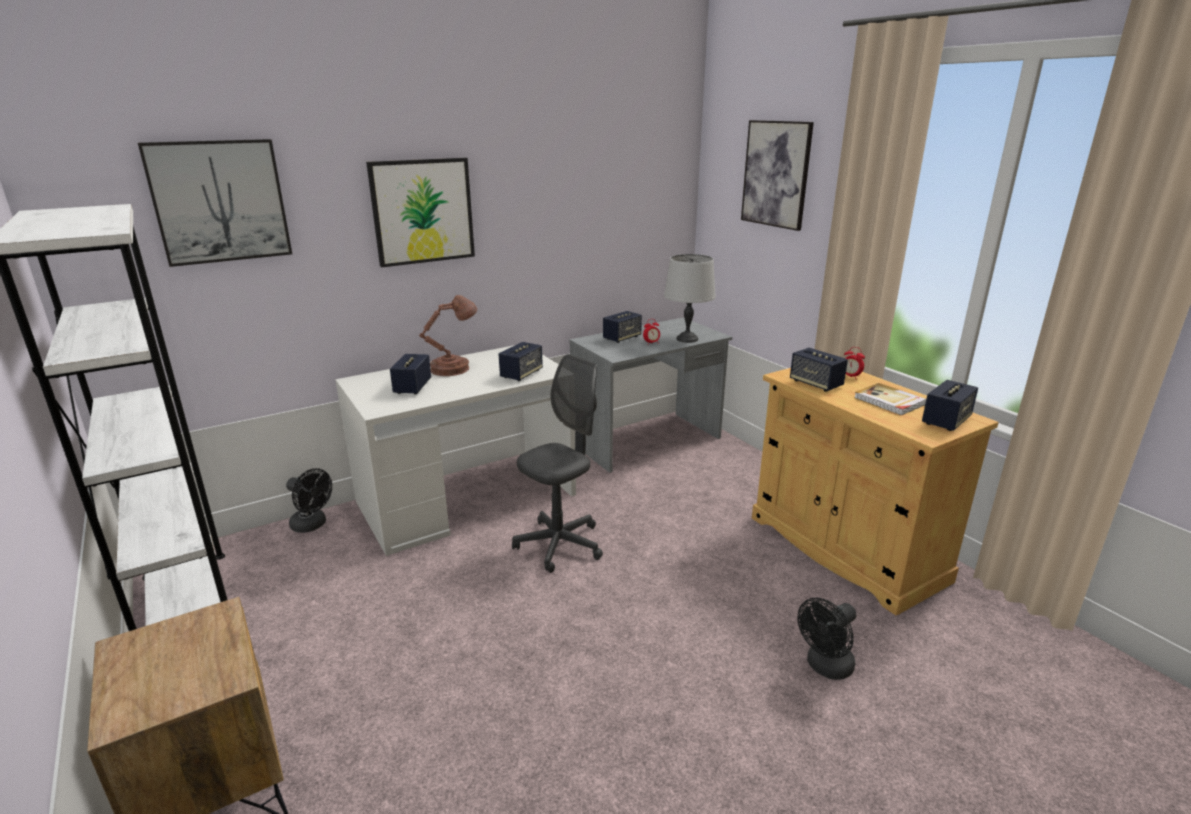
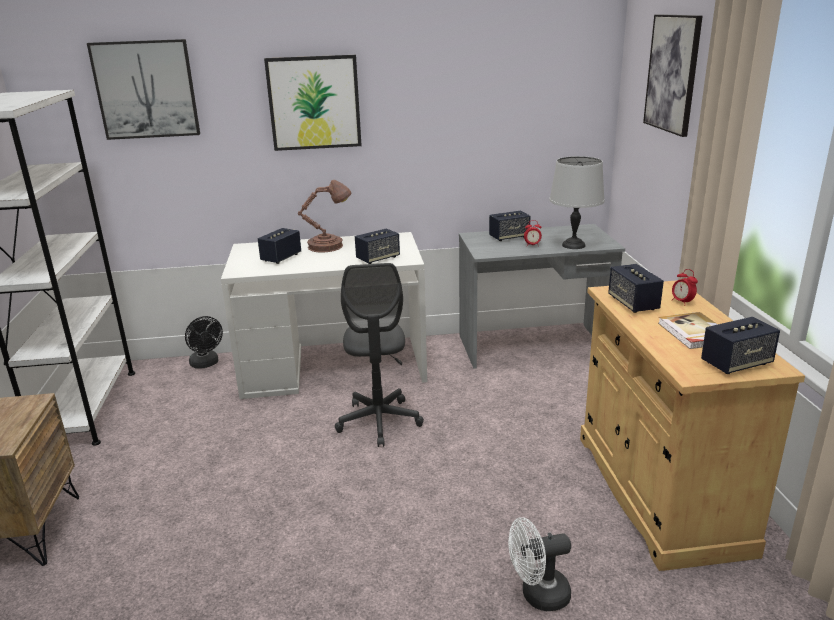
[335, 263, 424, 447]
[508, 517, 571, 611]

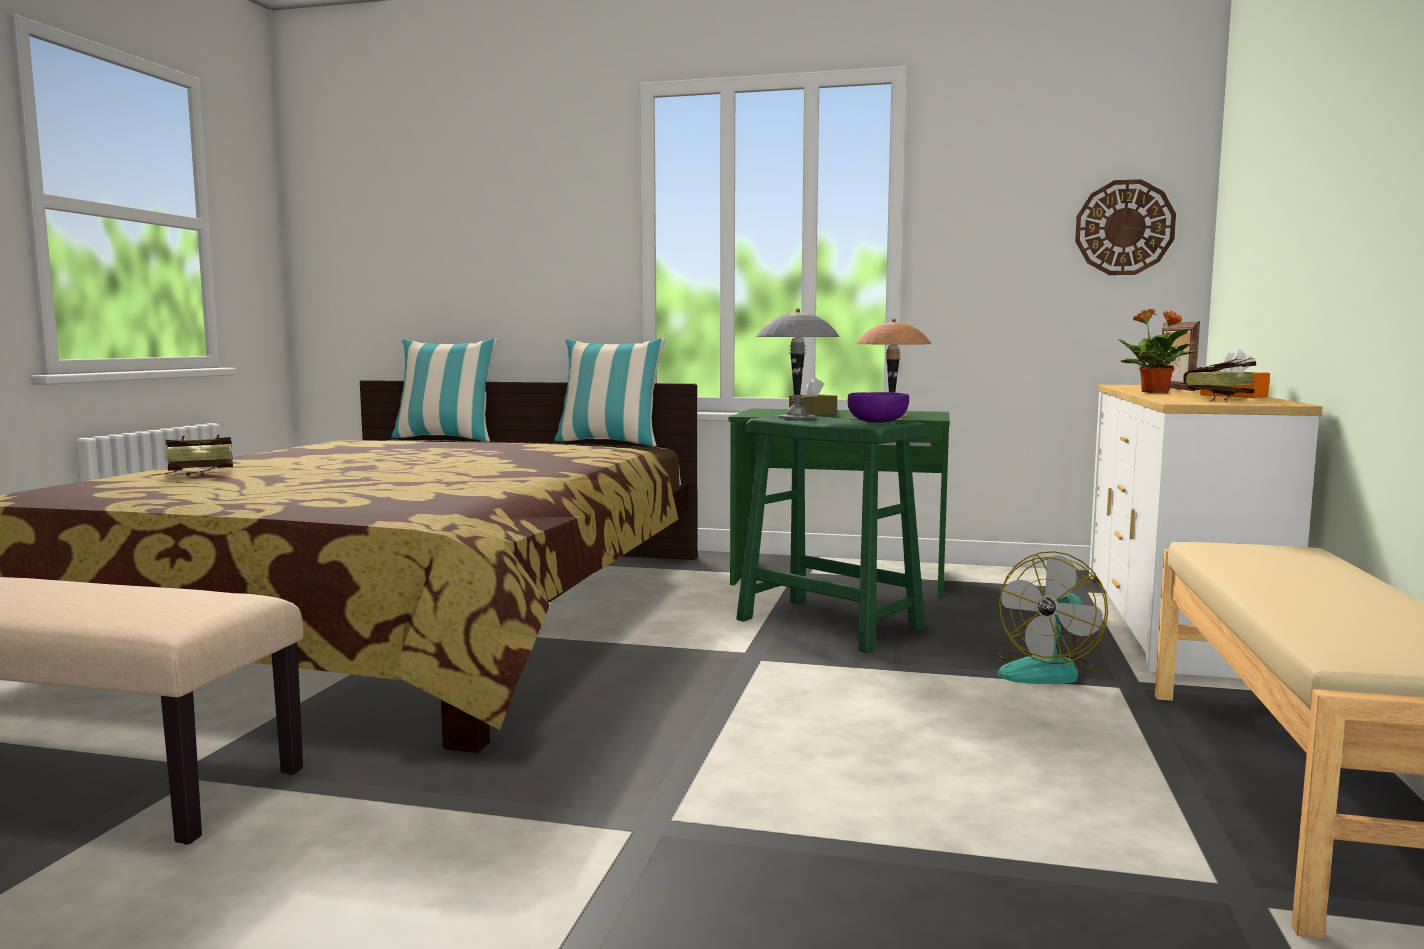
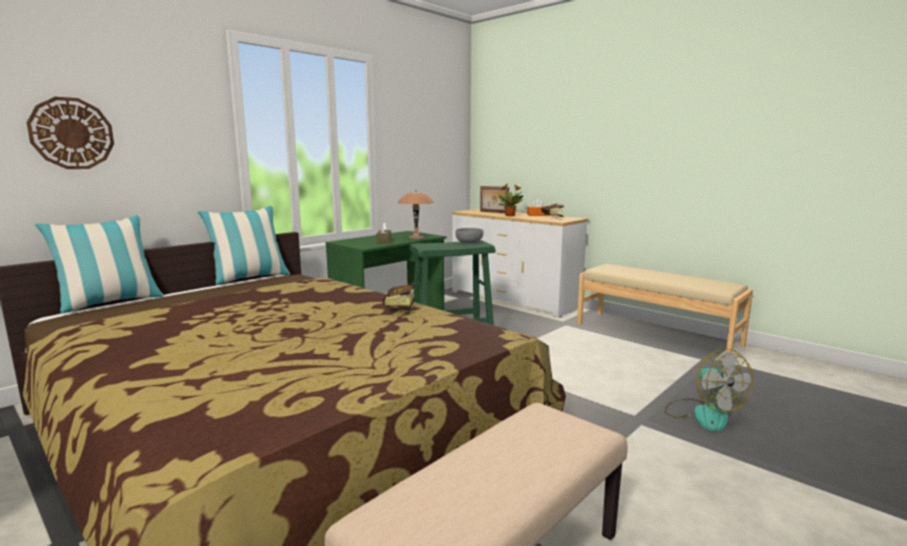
[383, 283, 415, 317]
[757, 308, 839, 419] (first image)
[455, 228, 483, 243]
[665, 349, 753, 431]
[27, 97, 114, 169]

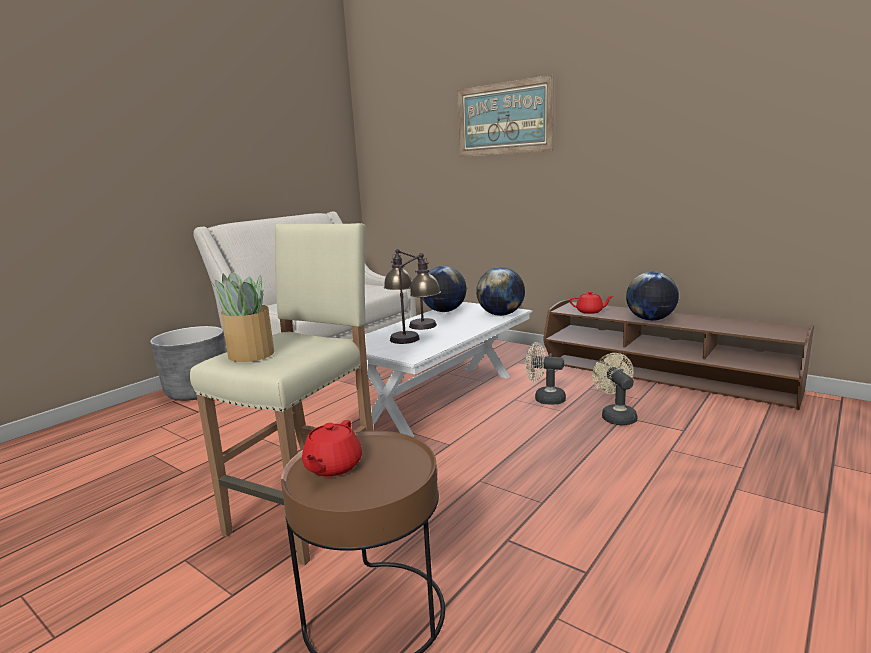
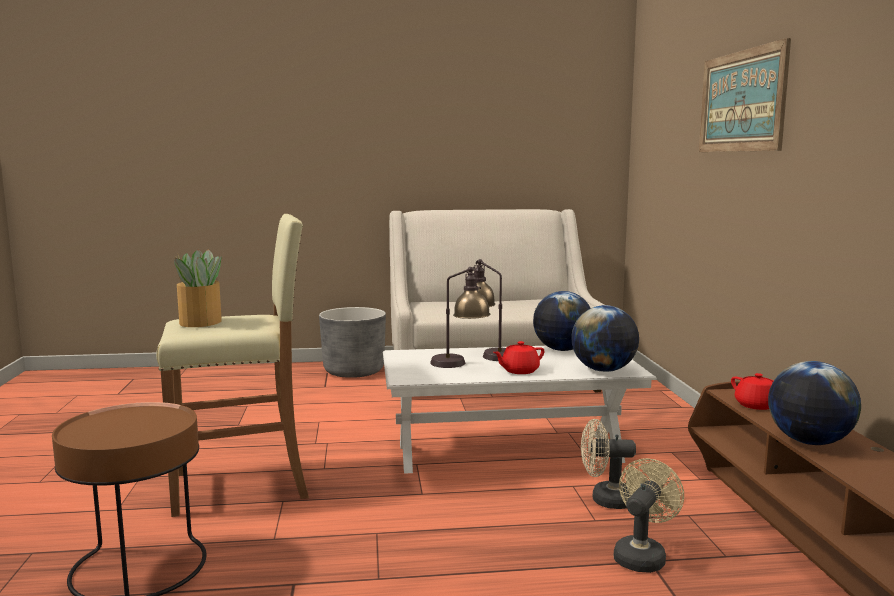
[493, 341, 544, 374]
[581, 419, 636, 509]

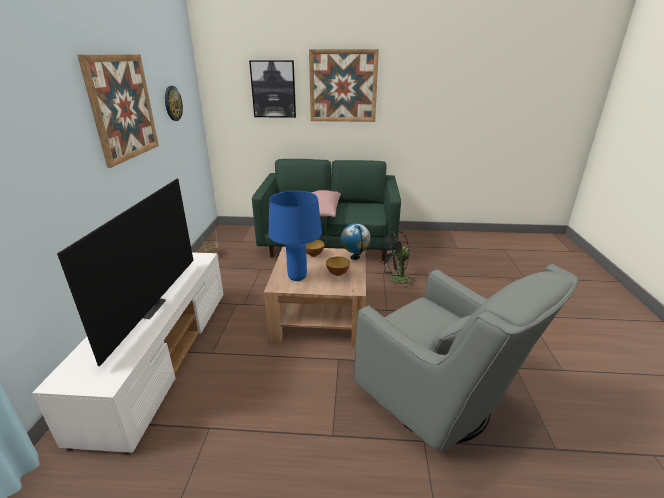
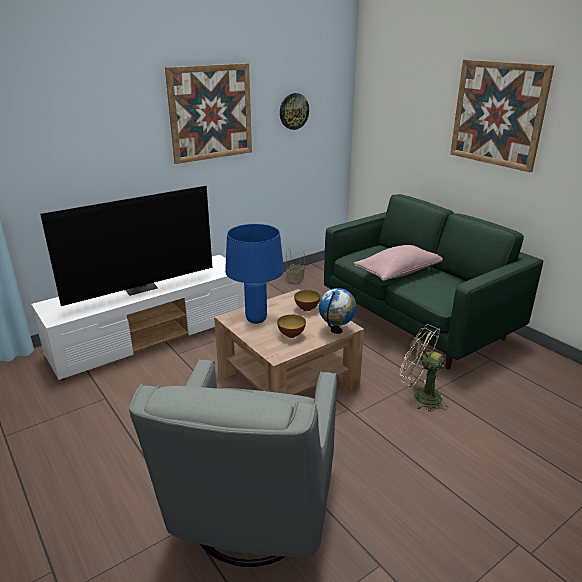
[249, 60, 296, 118] (first image)
[400, 324, 448, 412]

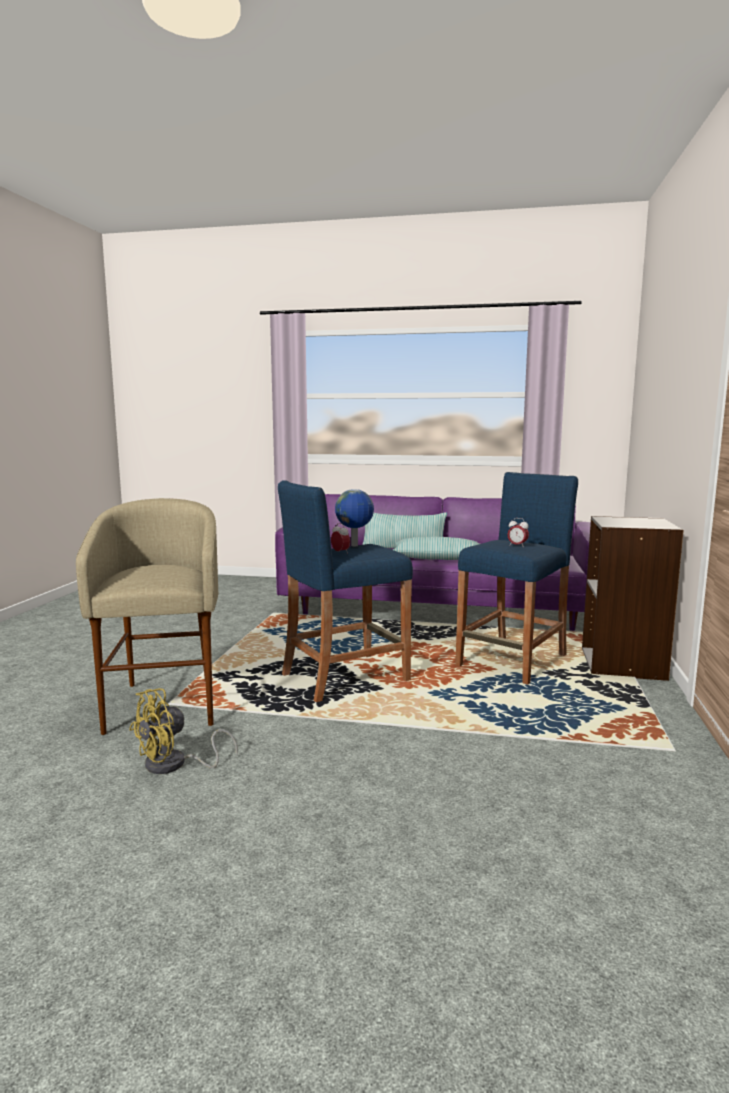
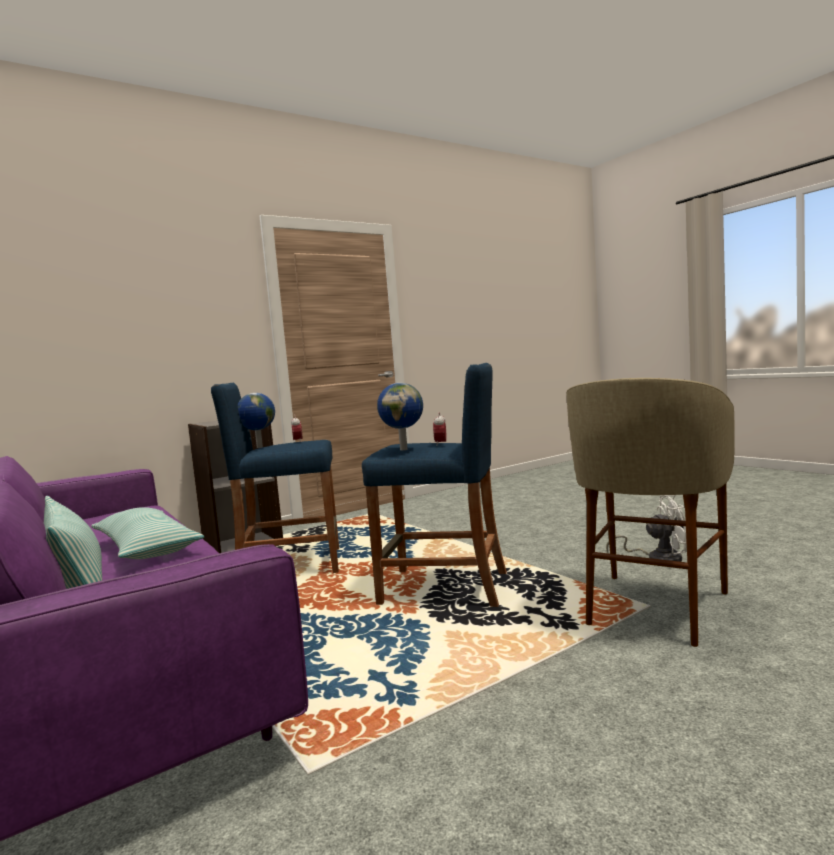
[606, 495, 687, 562]
[238, 393, 275, 448]

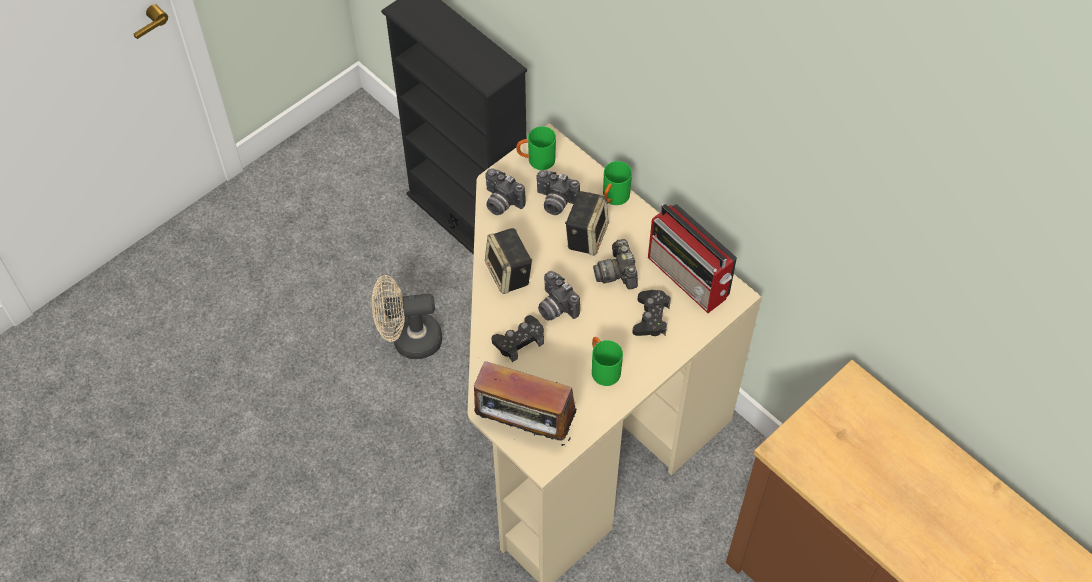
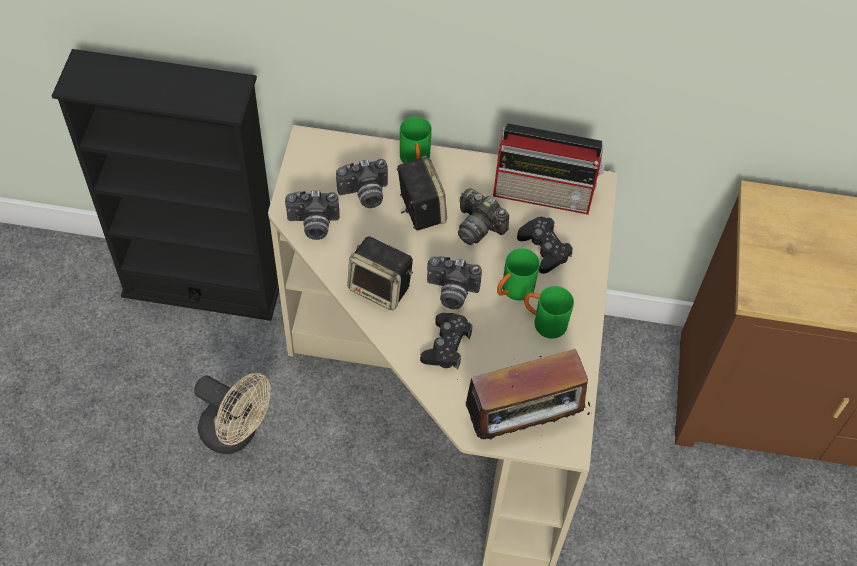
[194, 373, 271, 454]
[497, 248, 540, 301]

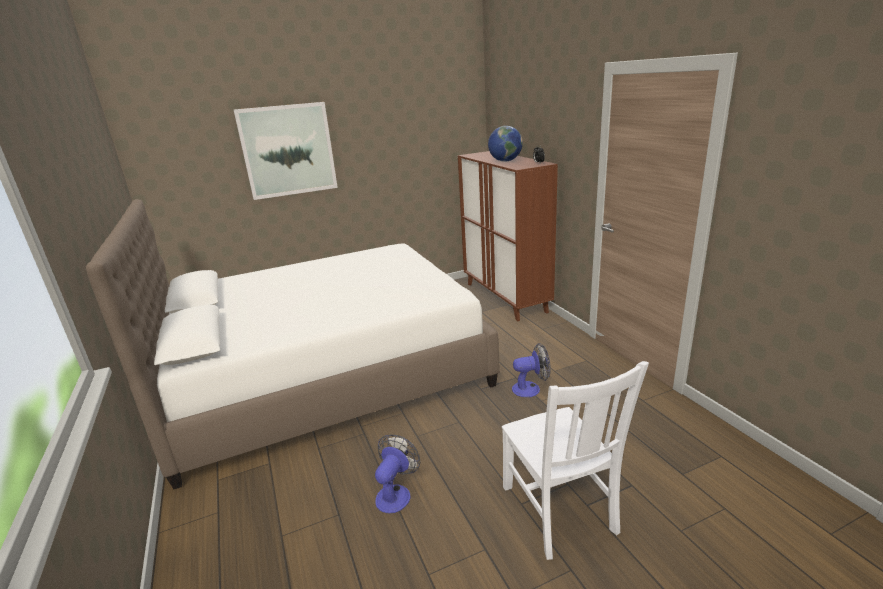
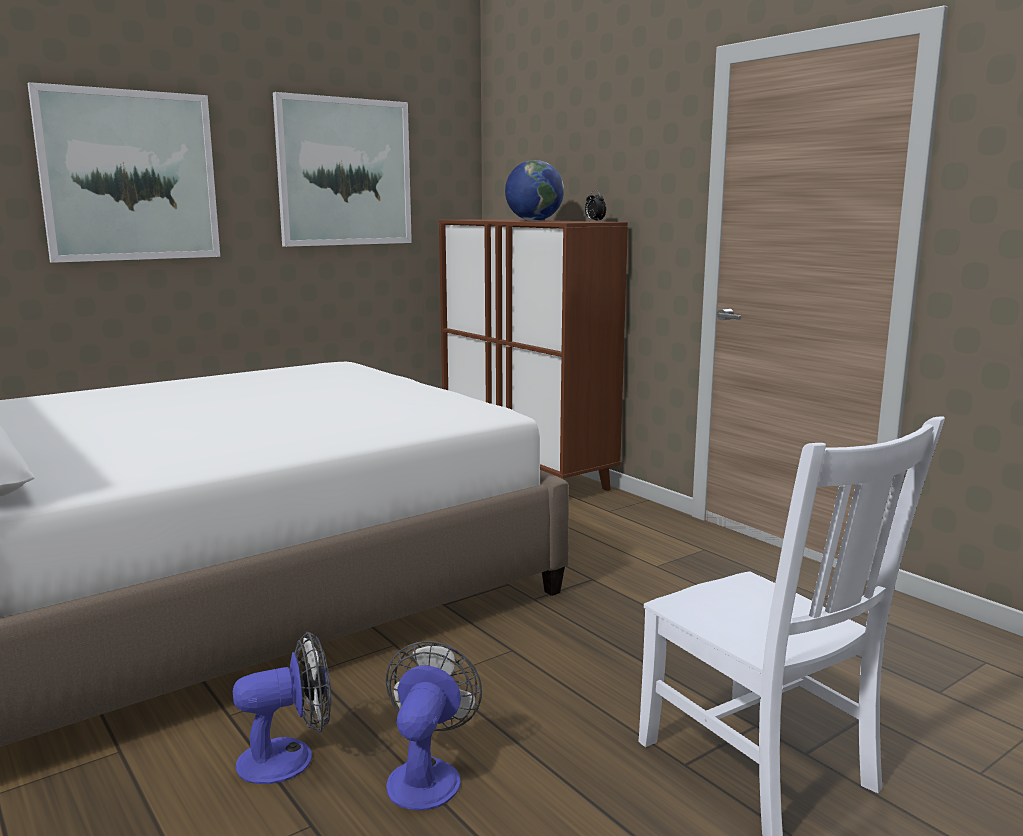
[233, 632, 331, 784]
[273, 92, 412, 247]

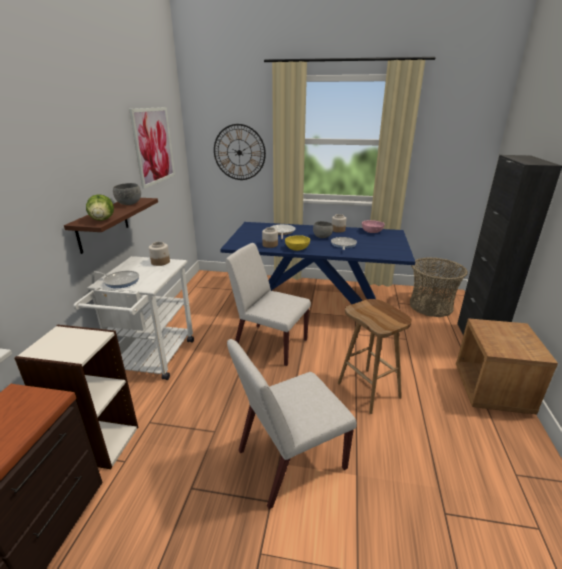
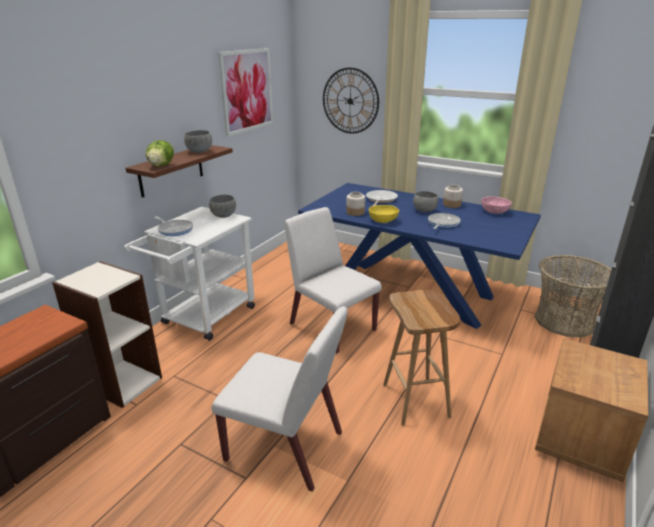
[209, 195, 236, 218]
[212, 306, 348, 492]

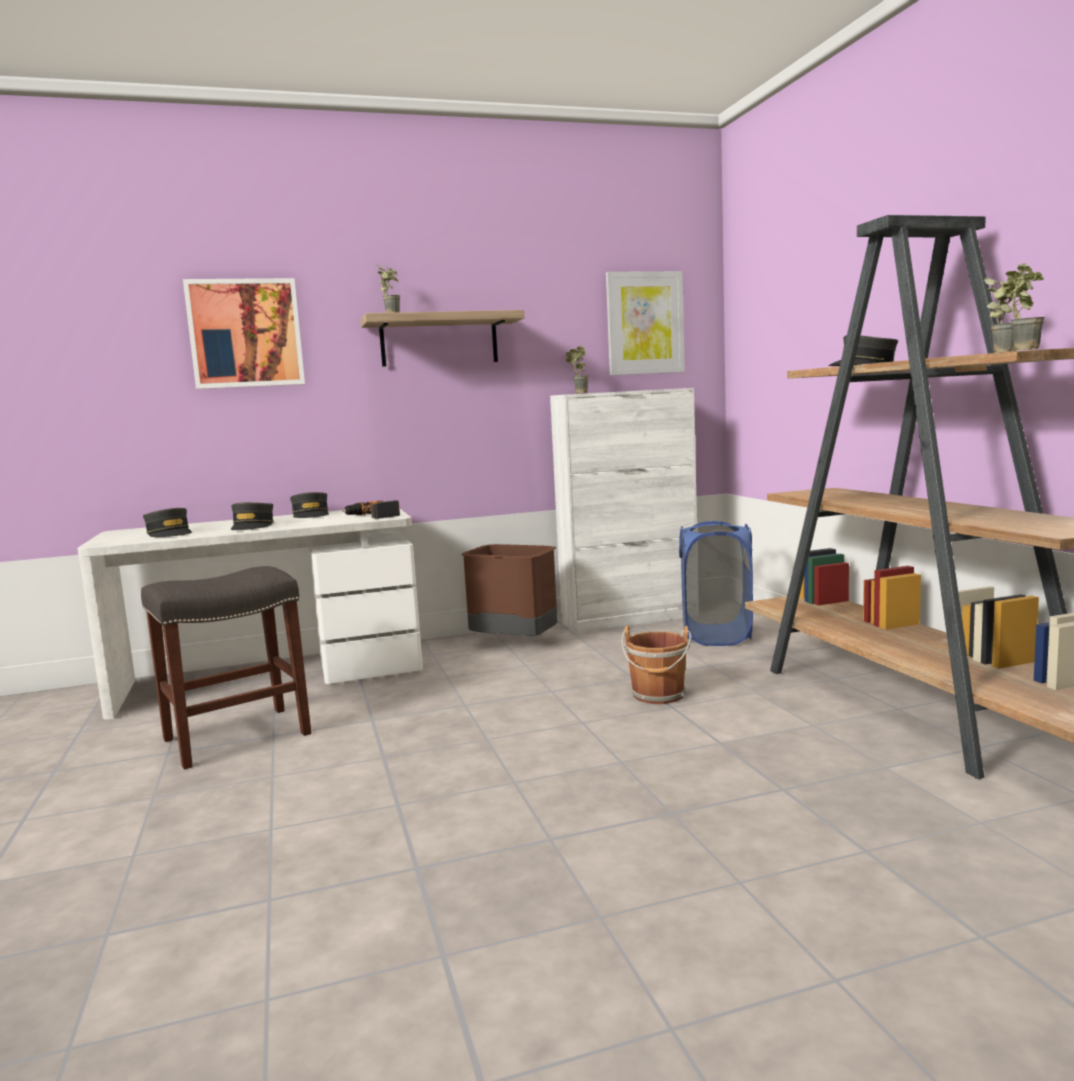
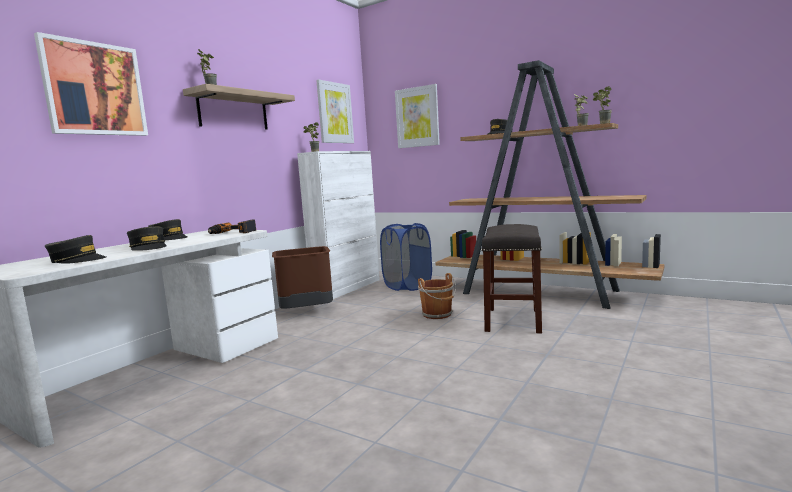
[481, 224, 542, 333]
[395, 84, 440, 148]

